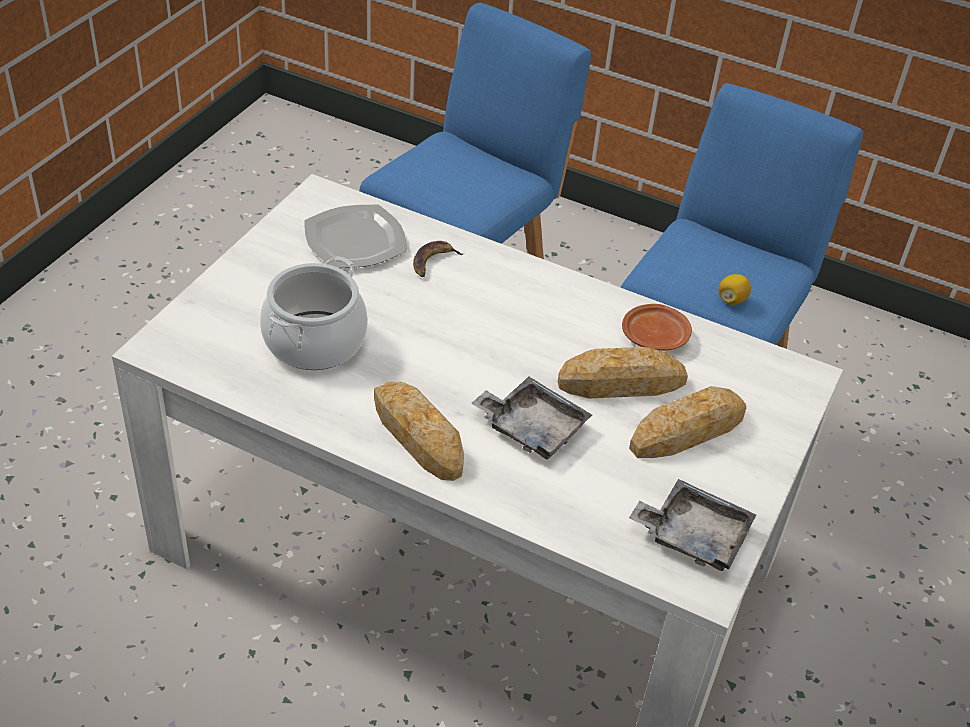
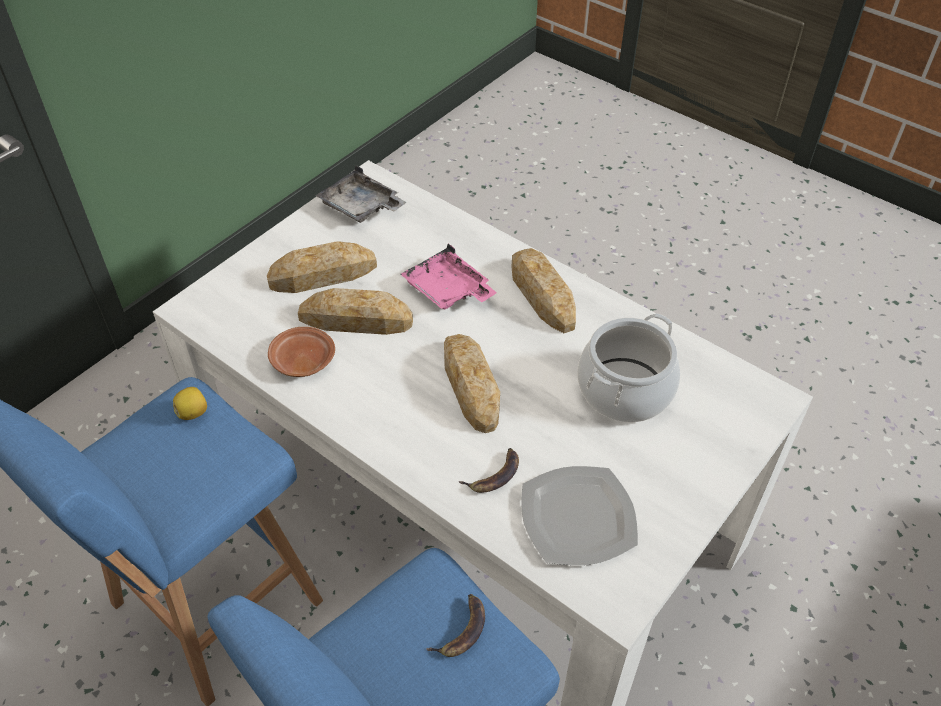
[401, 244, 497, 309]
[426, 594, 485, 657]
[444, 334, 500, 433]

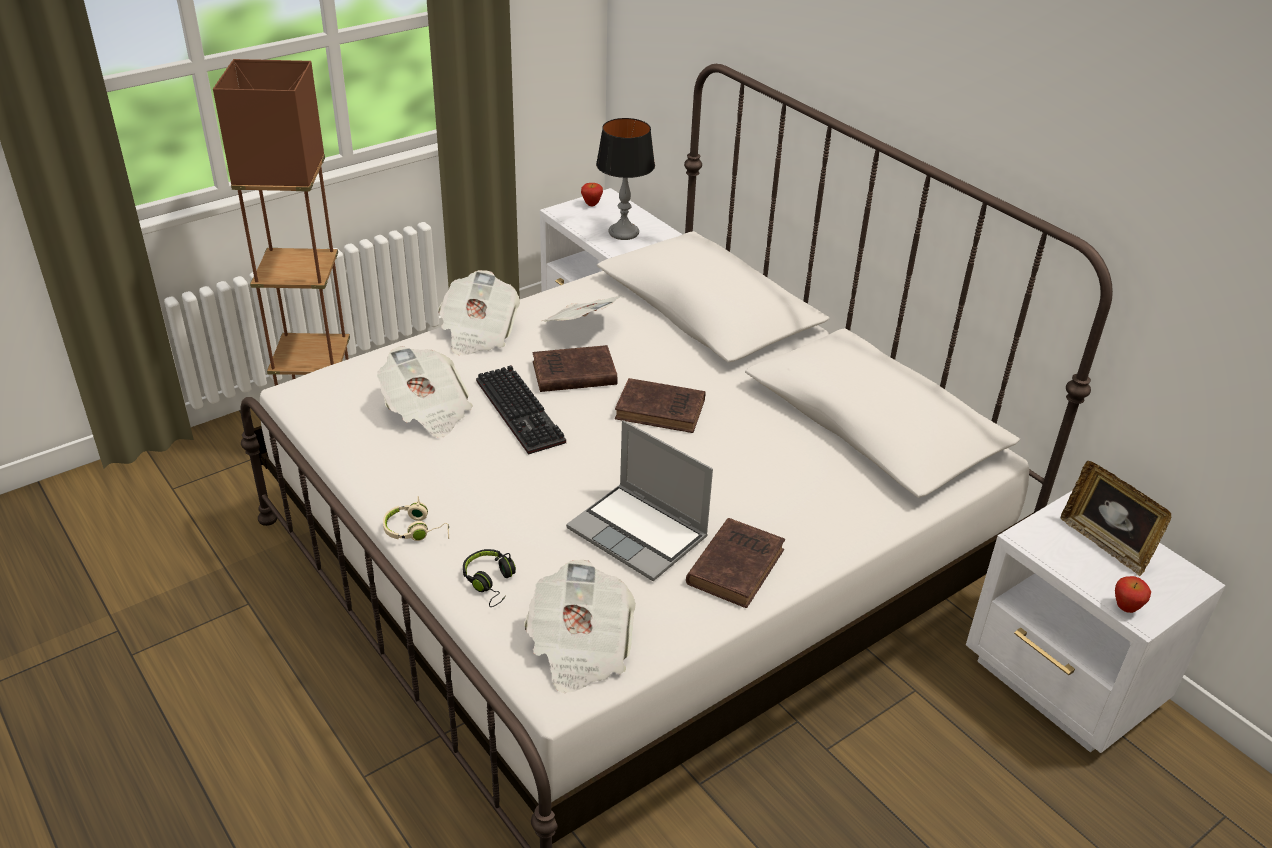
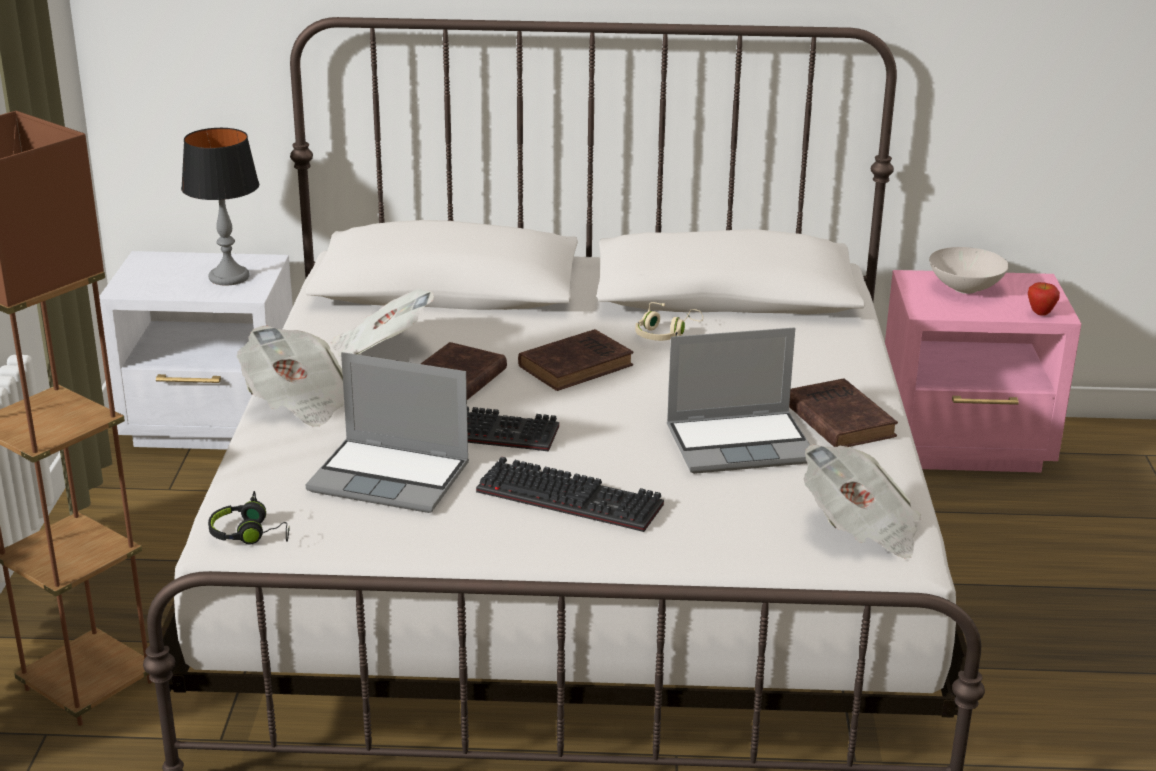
[305, 352, 469, 513]
[635, 302, 703, 341]
[208, 491, 290, 544]
[581, 183, 603, 206] (first image)
[885, 270, 1081, 473]
[929, 247, 1009, 294]
[476, 457, 664, 532]

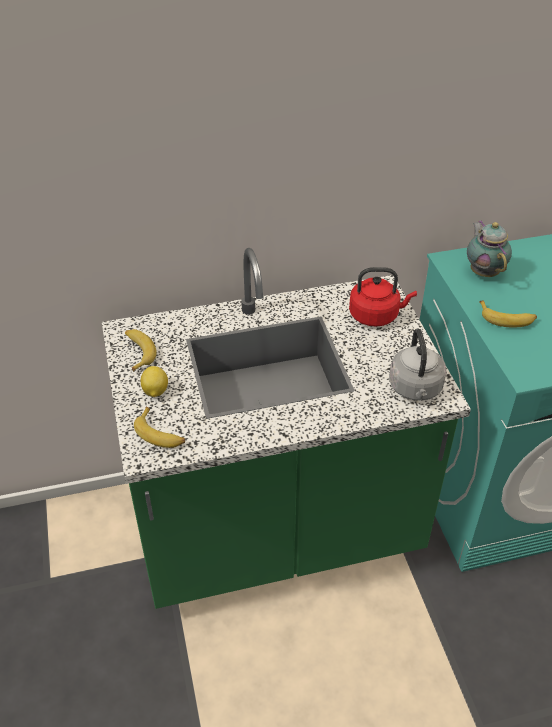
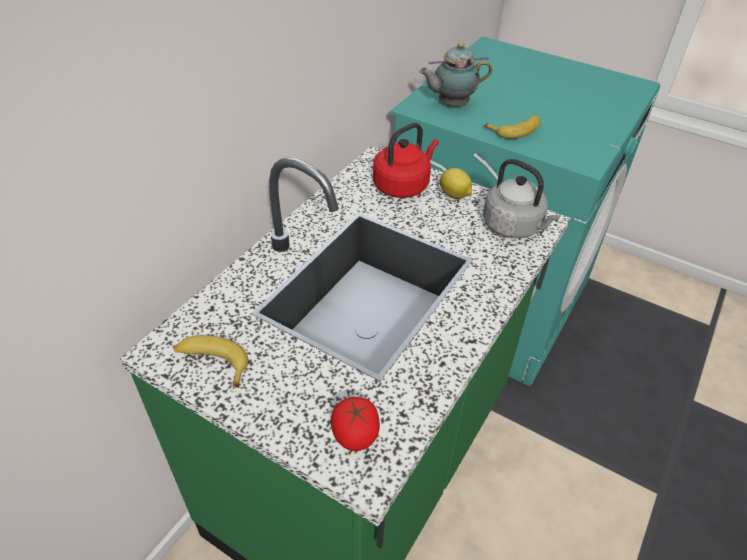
[331, 397, 380, 451]
[440, 168, 472, 199]
[419, 43, 492, 105]

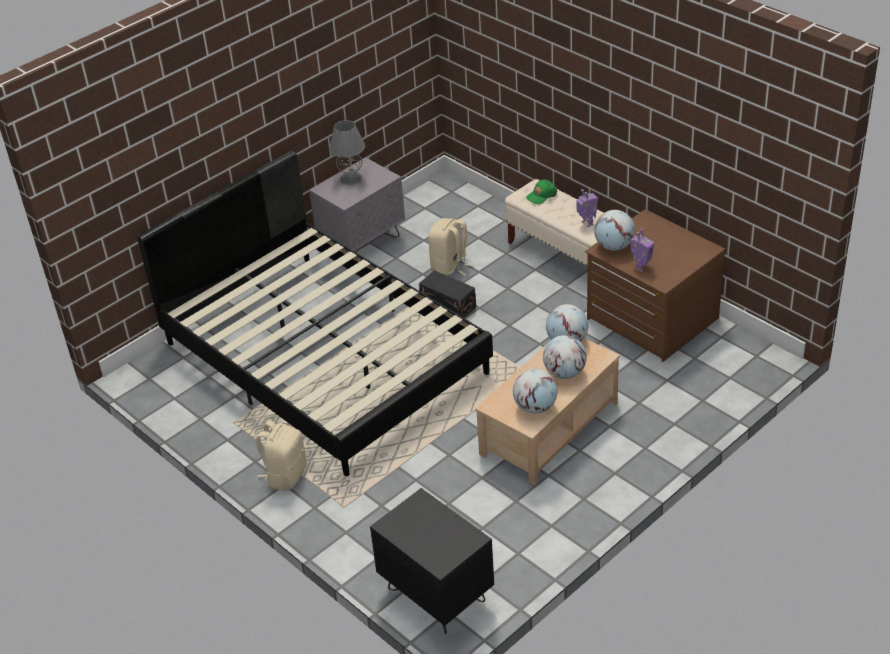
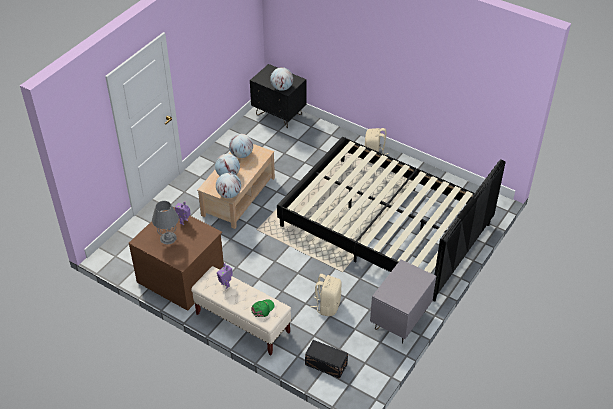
[152, 201, 179, 244]
[305, 340, 348, 379]
[270, 67, 293, 91]

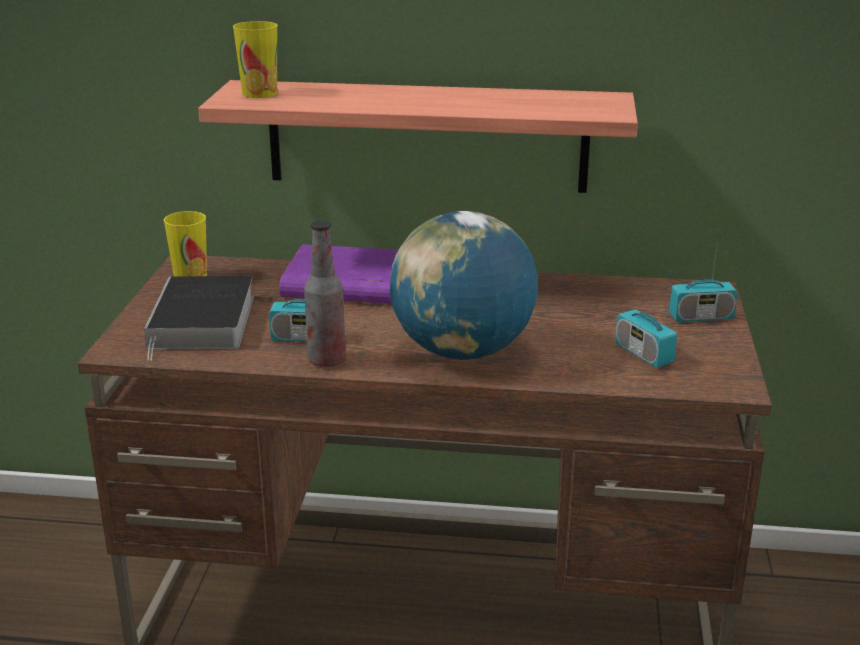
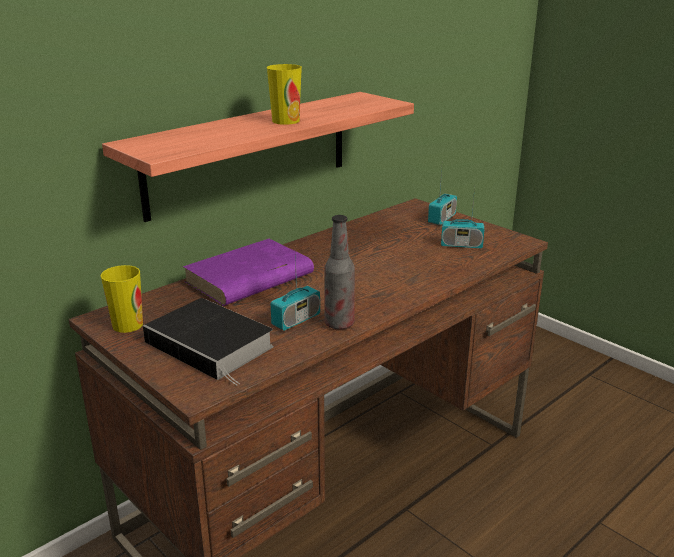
[267, 64, 302, 125]
[390, 211, 538, 360] (first image)

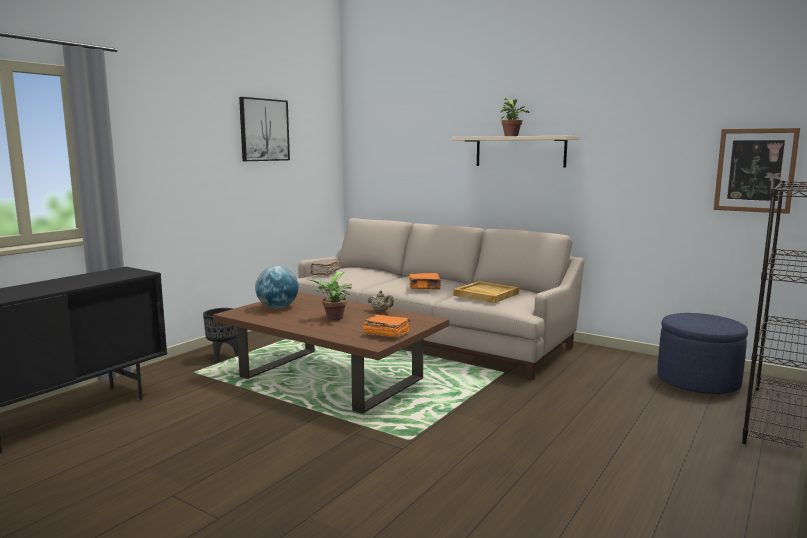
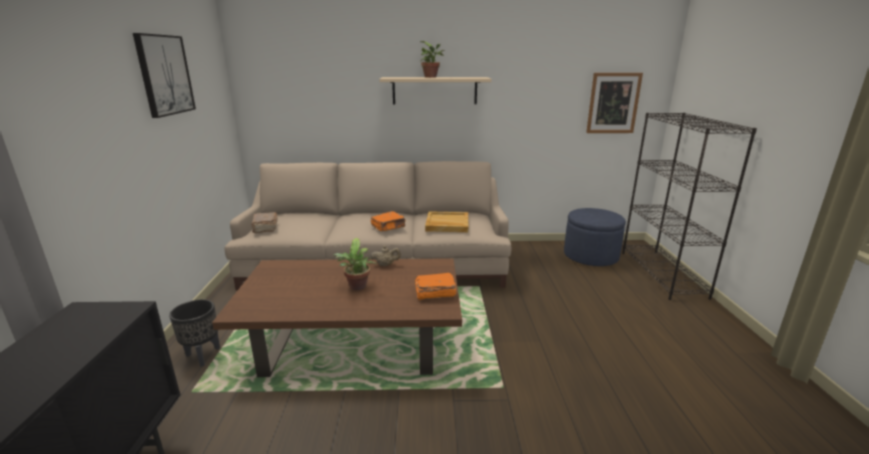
[255, 266, 299, 308] (first image)

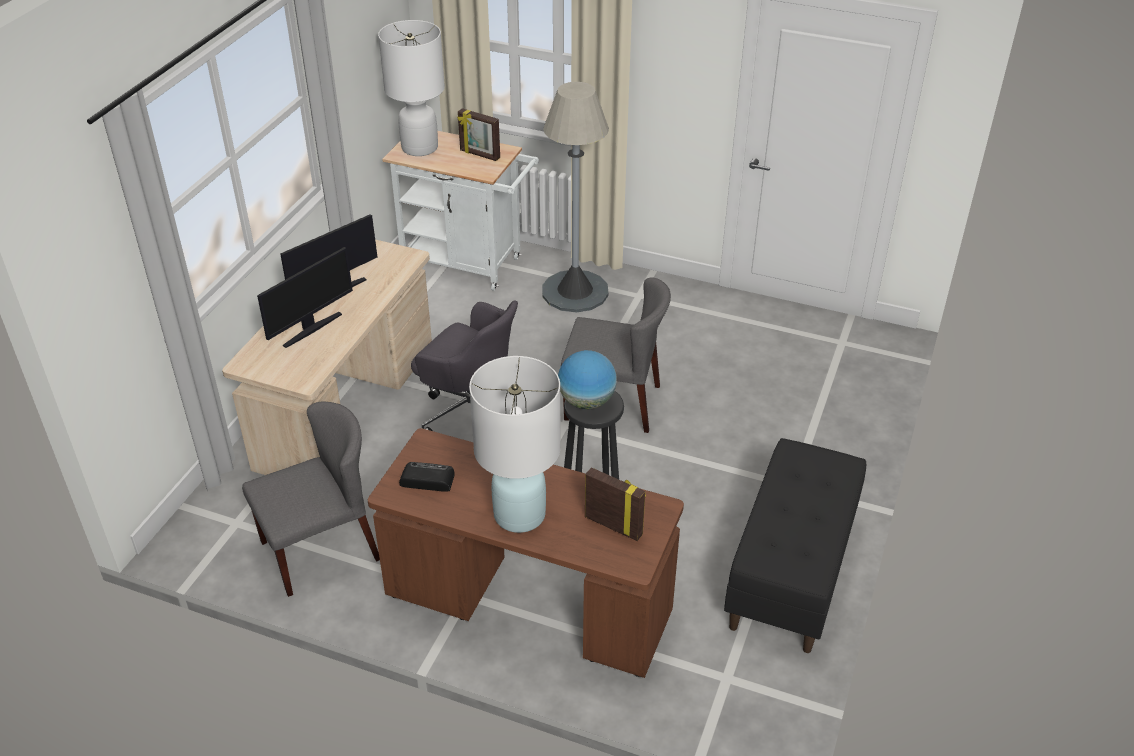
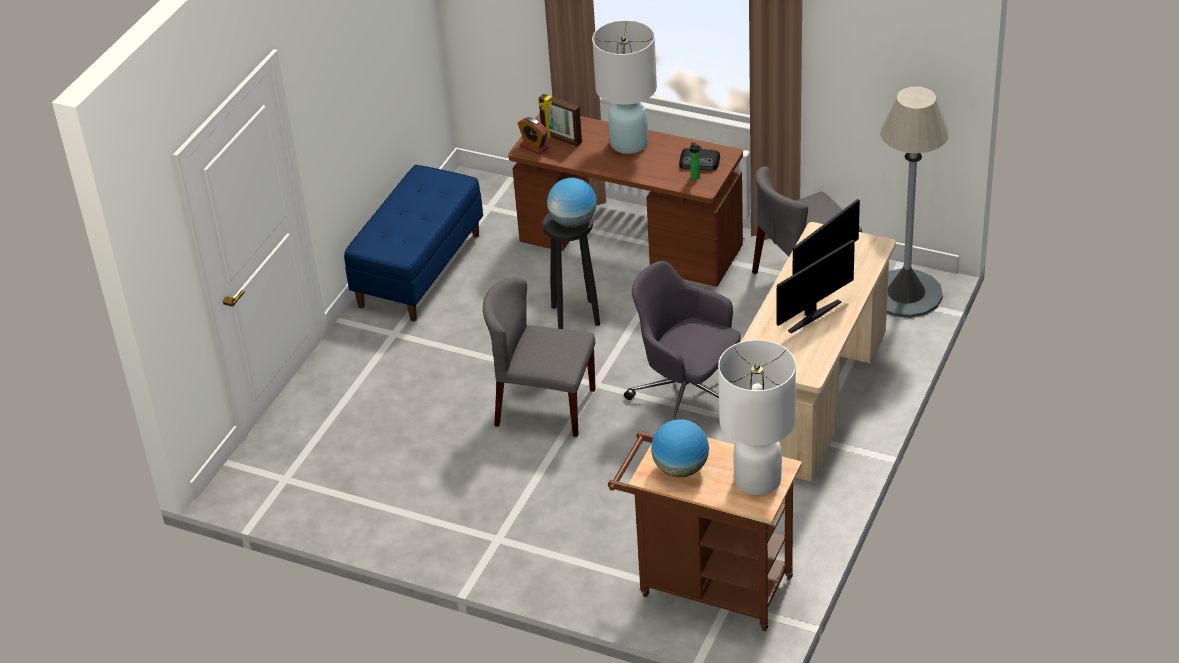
[608, 431, 802, 631]
[651, 419, 709, 477]
[880, 86, 949, 318]
[344, 165, 483, 321]
[517, 117, 549, 155]
[690, 142, 702, 180]

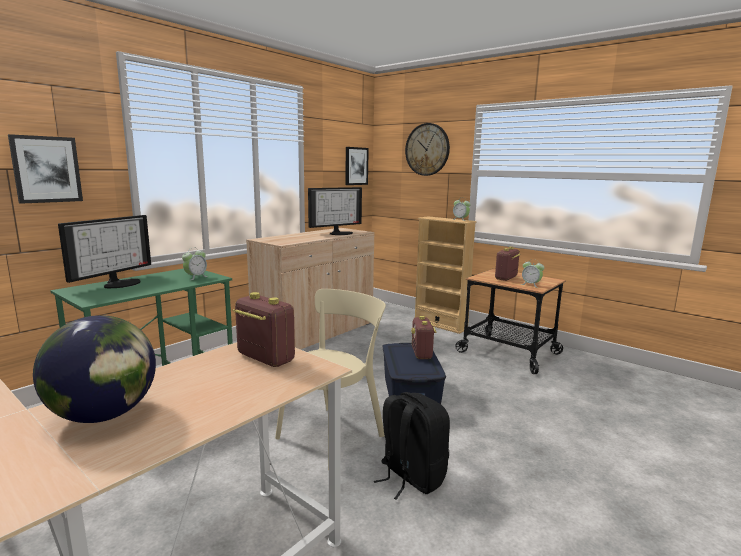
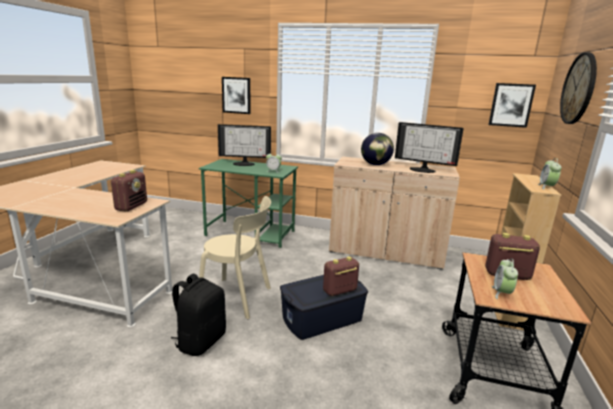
[361, 133, 394, 165]

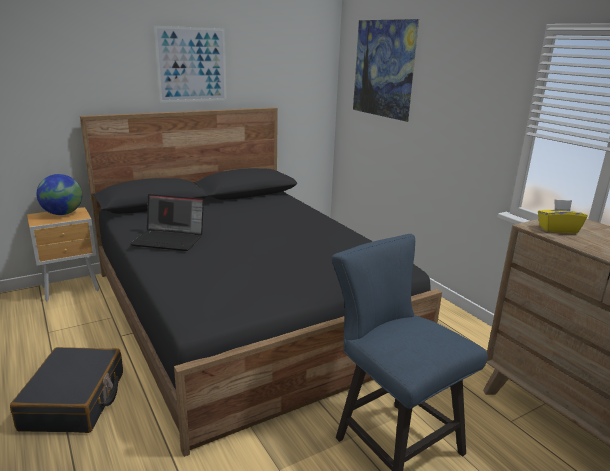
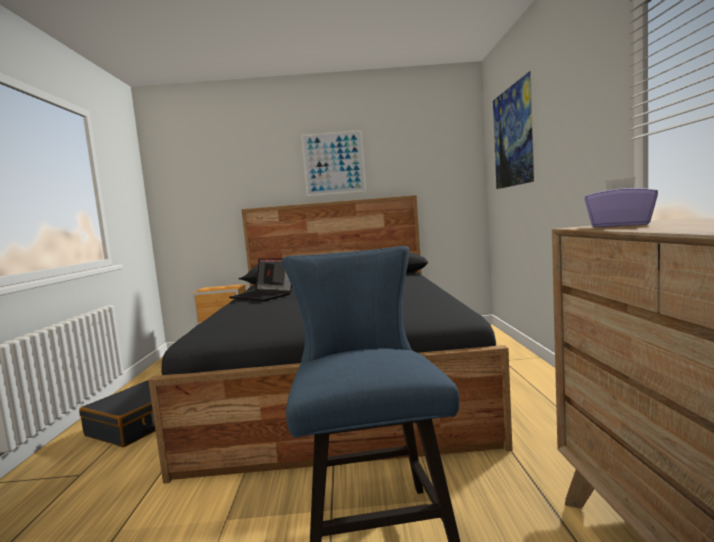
[37, 174, 82, 215] (first image)
[585, 177, 658, 227]

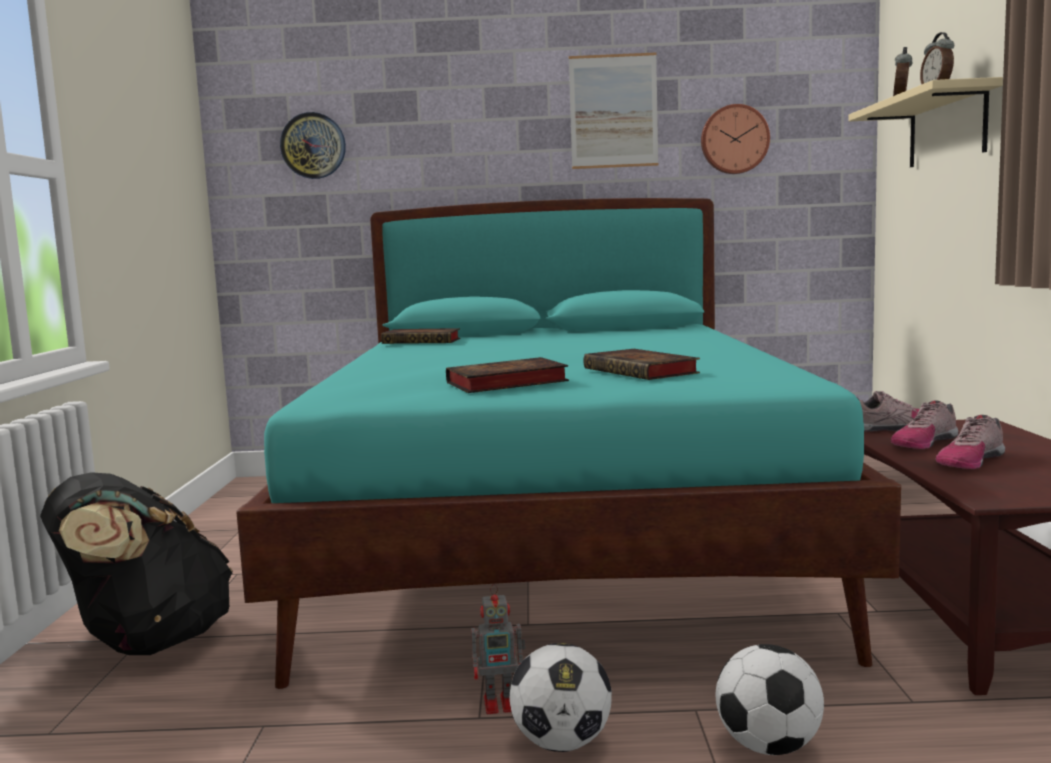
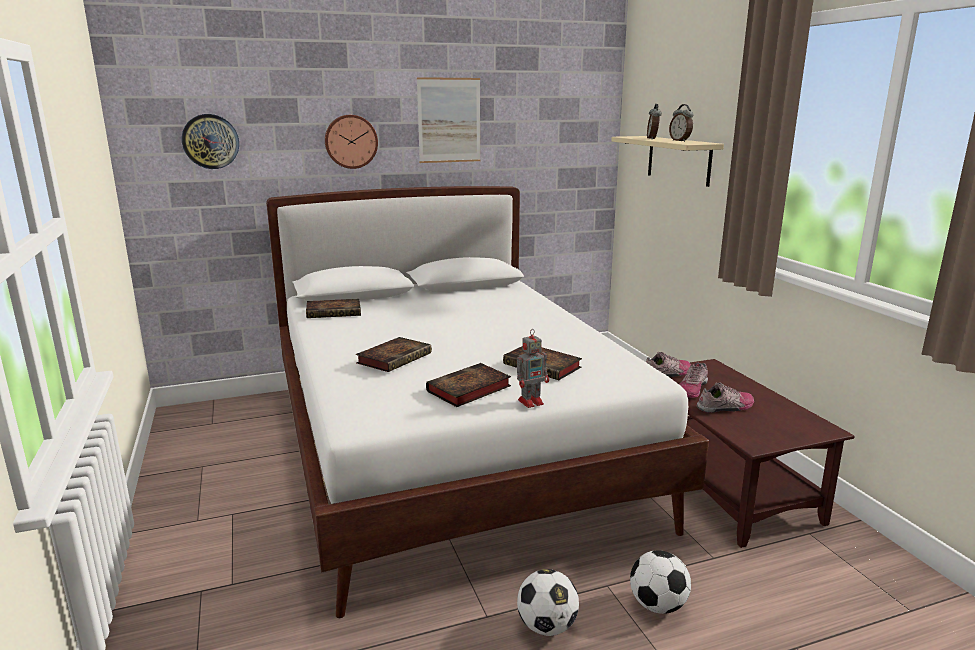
[40, 472, 233, 655] (first image)
[266, 186, 709, 618]
[517, 329, 549, 408]
[325, 115, 378, 169]
[697, 382, 754, 413]
[356, 337, 432, 372]

